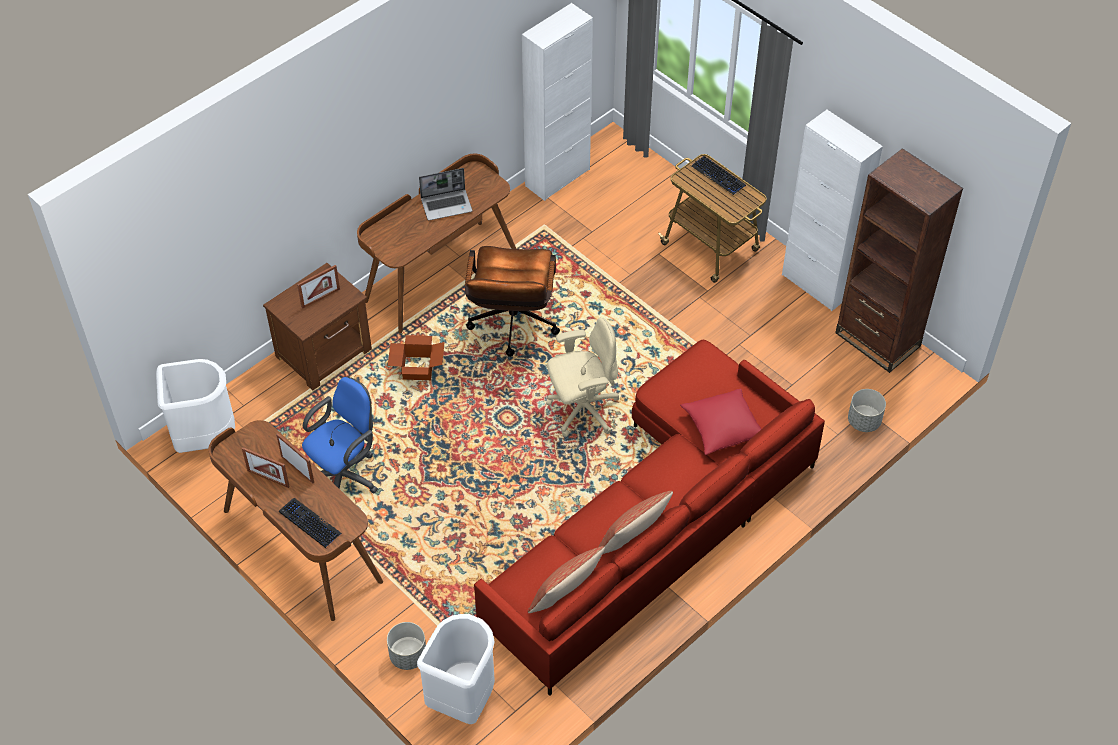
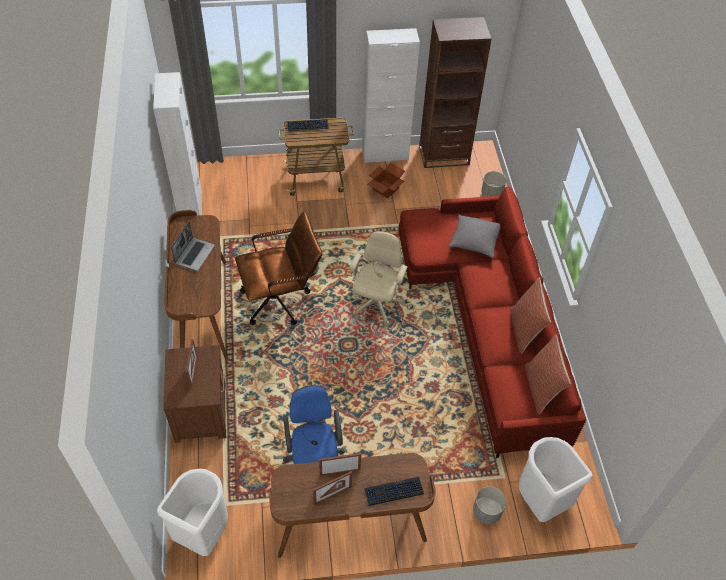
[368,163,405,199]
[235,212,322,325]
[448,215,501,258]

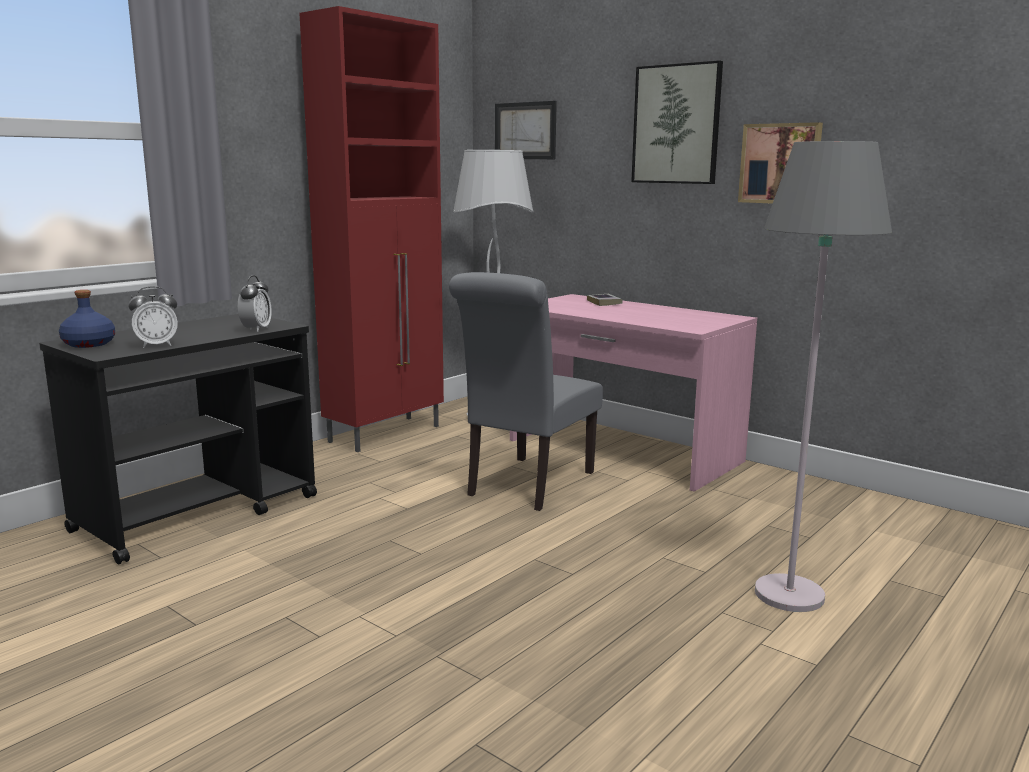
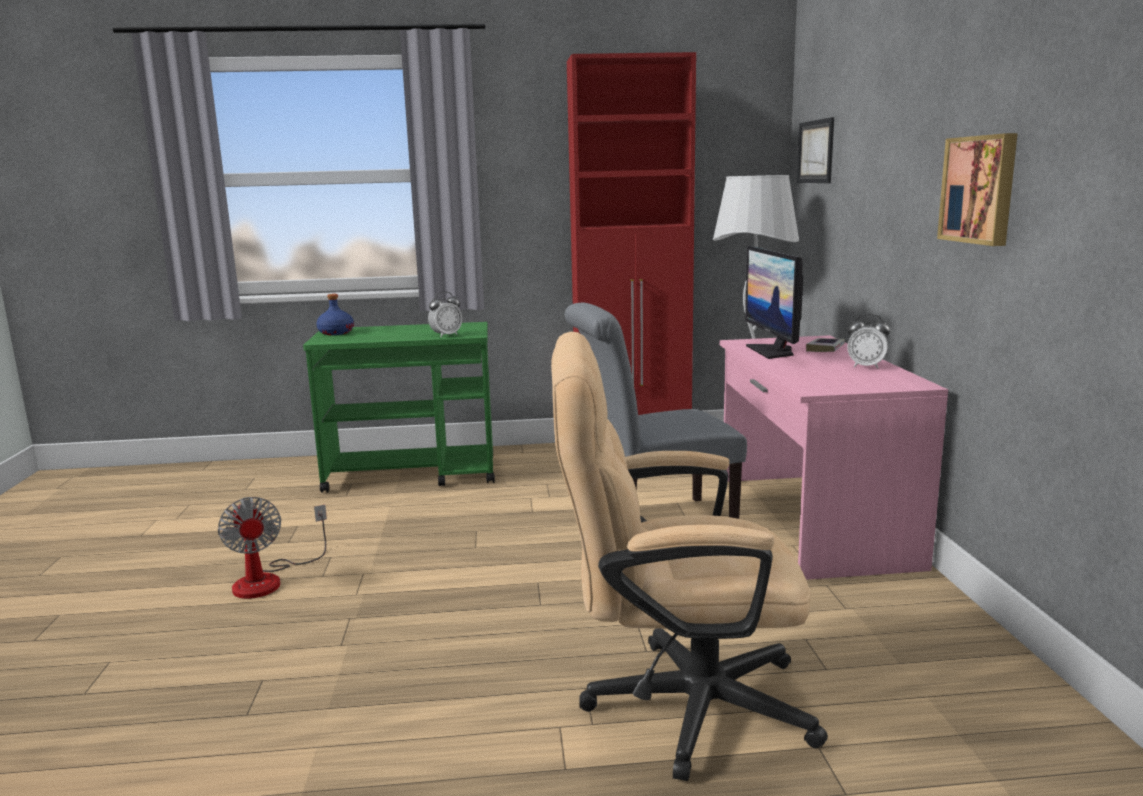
[303,322,495,493]
[847,314,890,369]
[631,60,723,184] (first image)
[551,332,828,781]
[218,497,327,599]
[745,246,803,359]

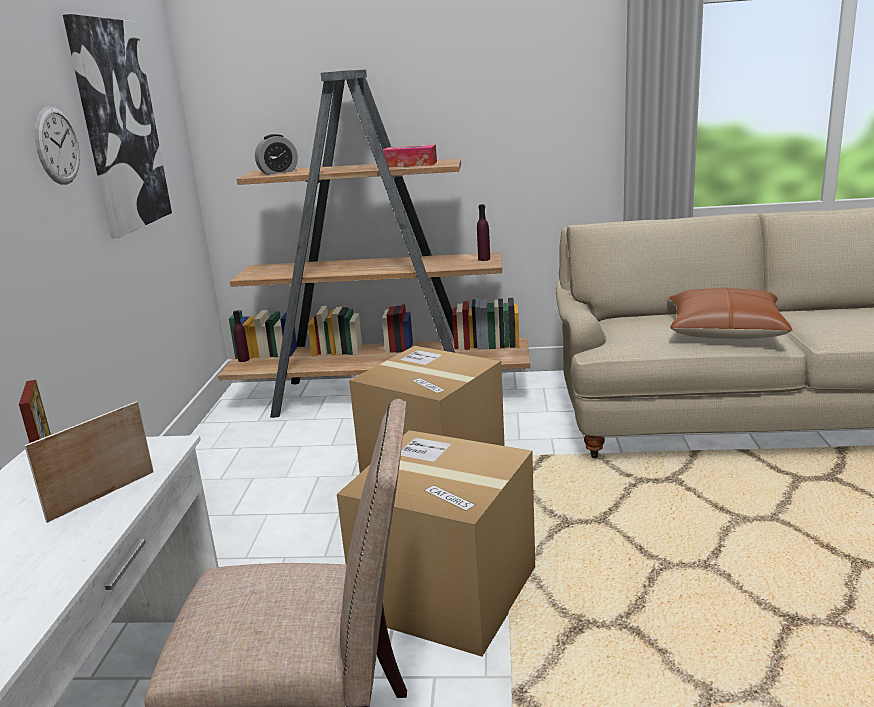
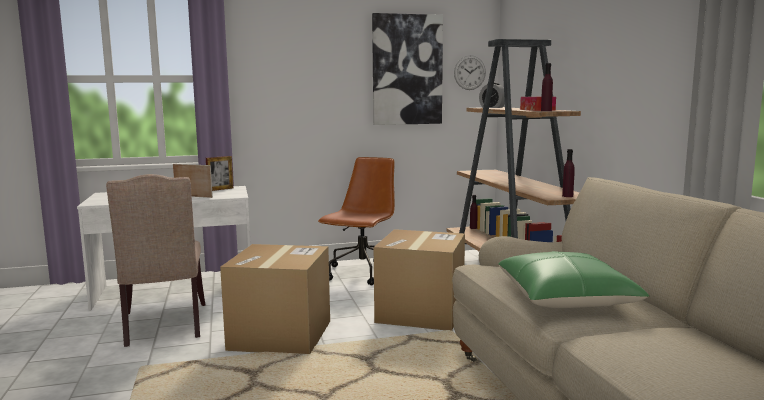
[454,55,486,90]
[498,251,650,308]
[318,157,395,285]
[541,63,553,111]

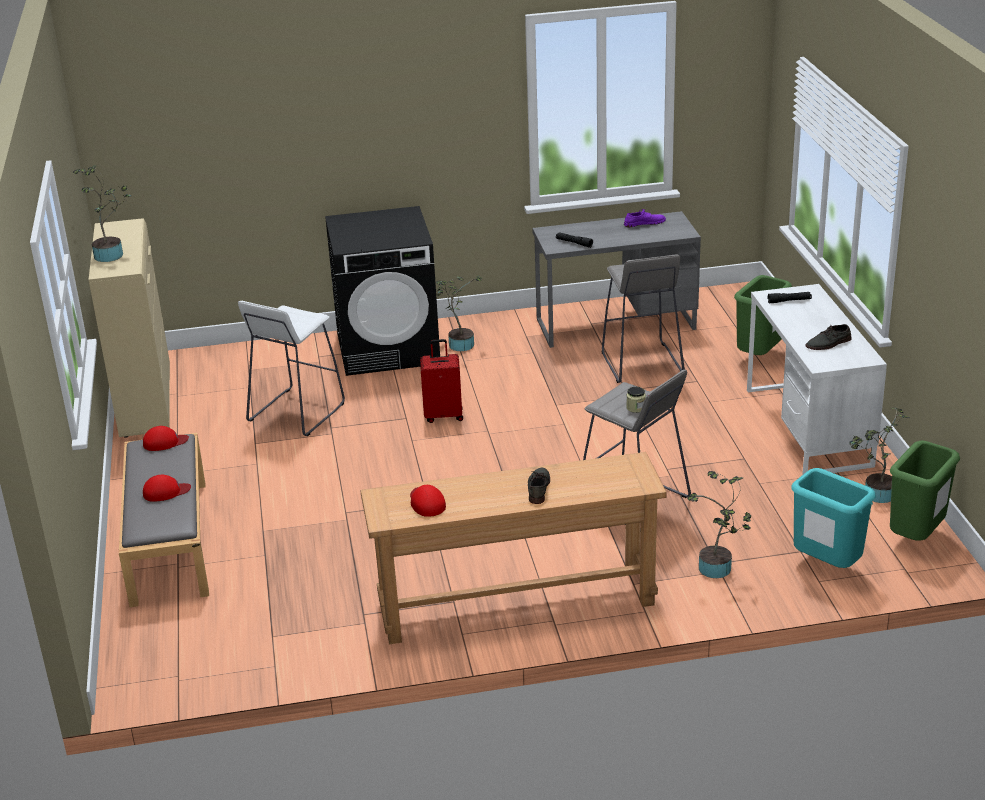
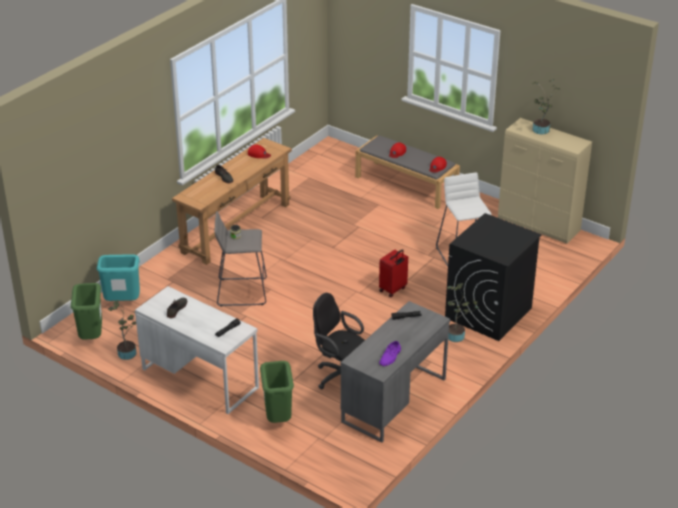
[313,293,365,390]
[687,471,751,578] (first image)

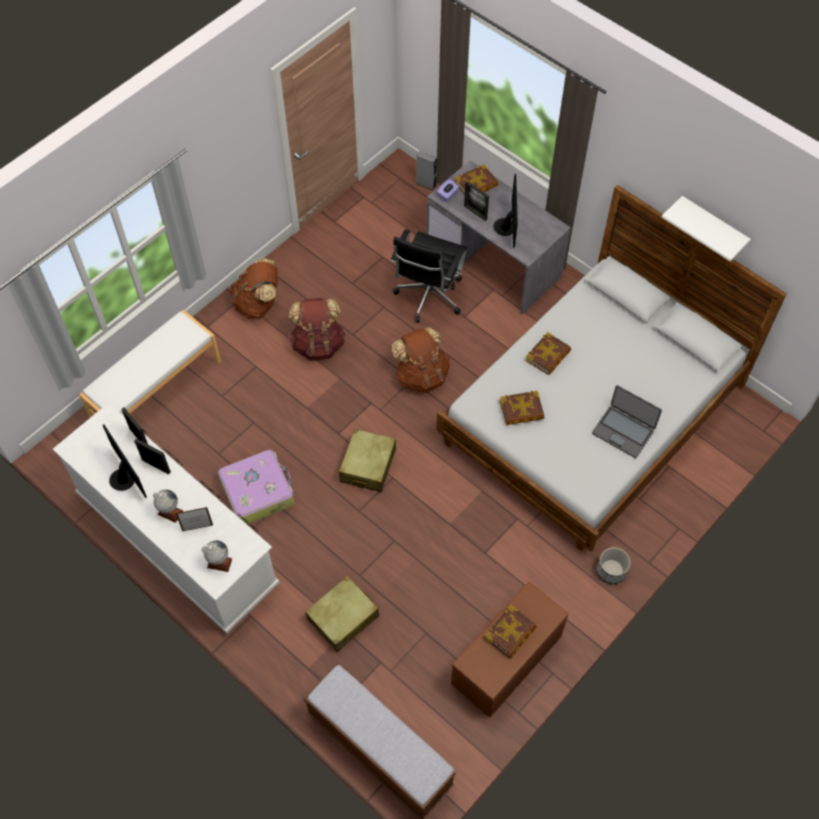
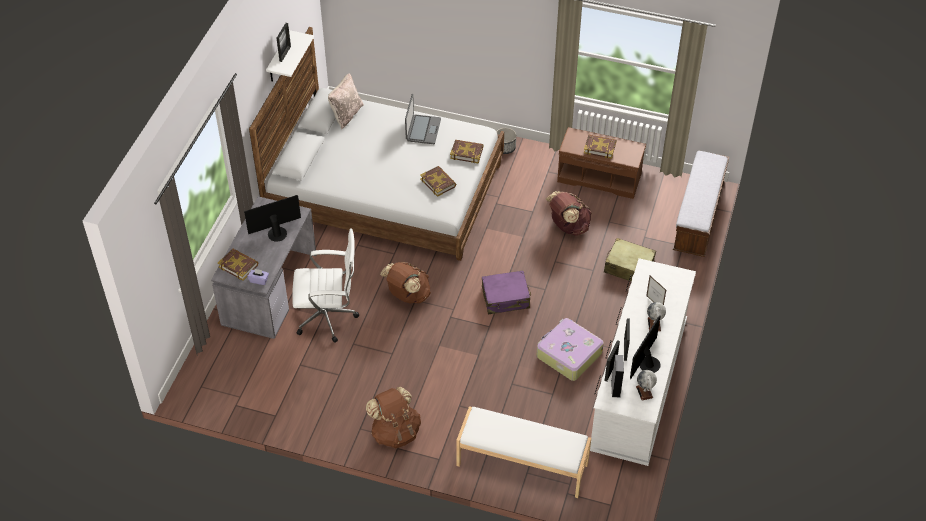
[636,370,657,400]
[546,191,592,236]
[482,270,531,314]
[292,228,359,343]
[611,355,624,397]
[276,23,291,62]
[450,140,484,164]
[328,74,364,129]

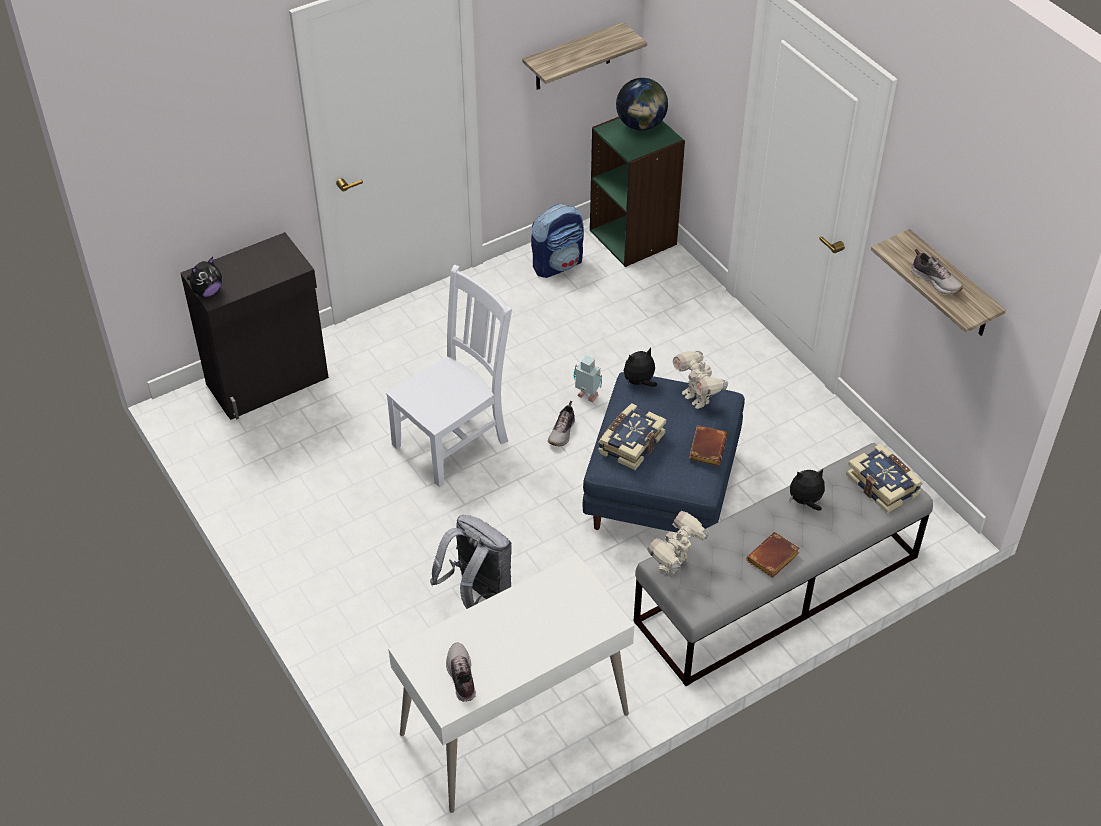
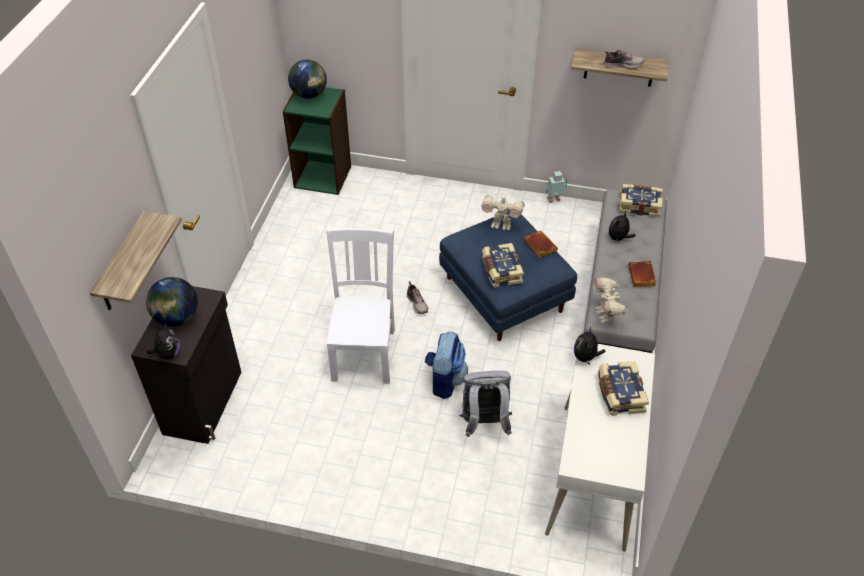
[446,643,476,702] (first image)
[90,211,182,310]
[425,331,468,399]
[546,171,567,203]
[574,327,605,365]
[146,277,198,327]
[598,361,649,416]

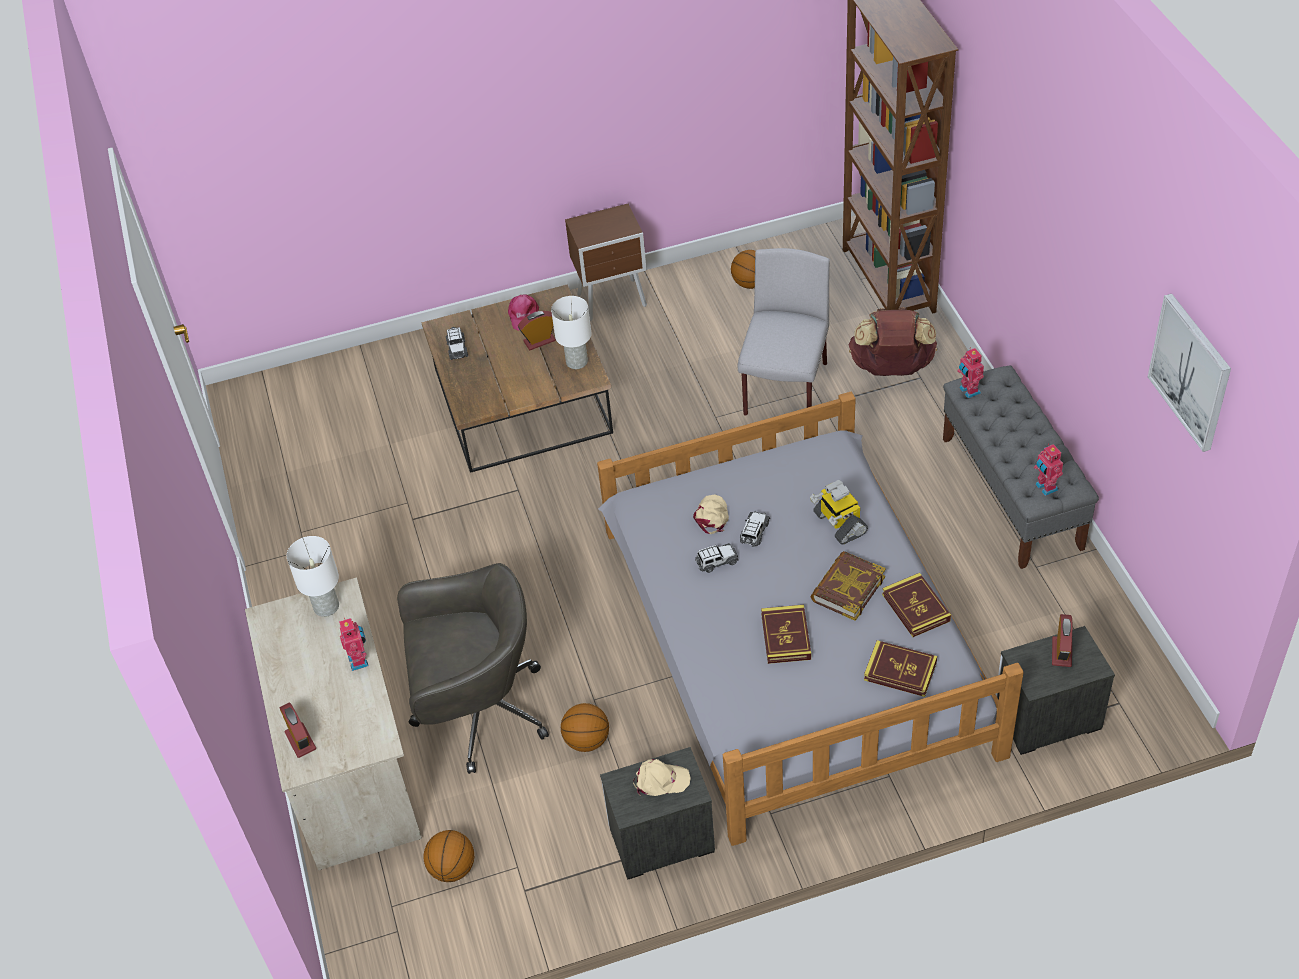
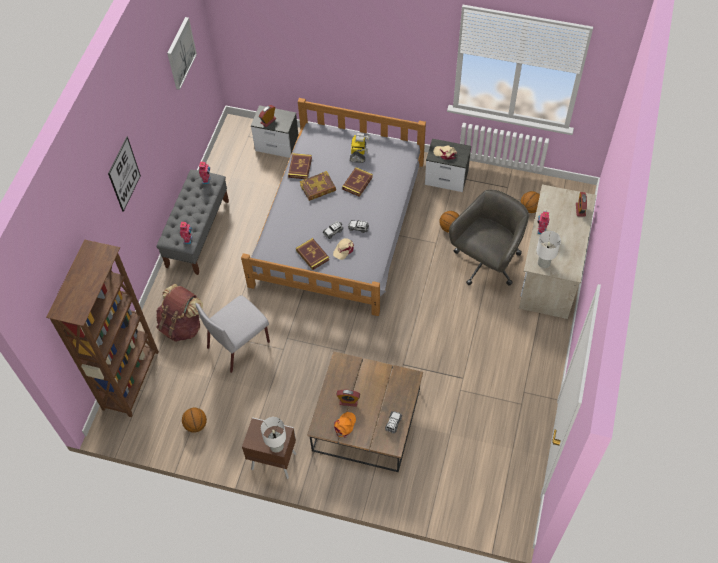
[449,190,529,286]
[334,412,356,437]
[261,417,286,452]
[350,133,369,163]
[296,238,329,270]
[108,136,141,212]

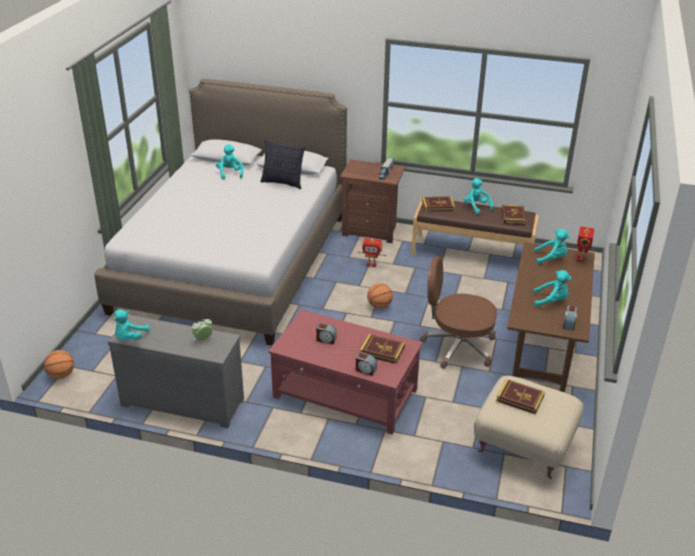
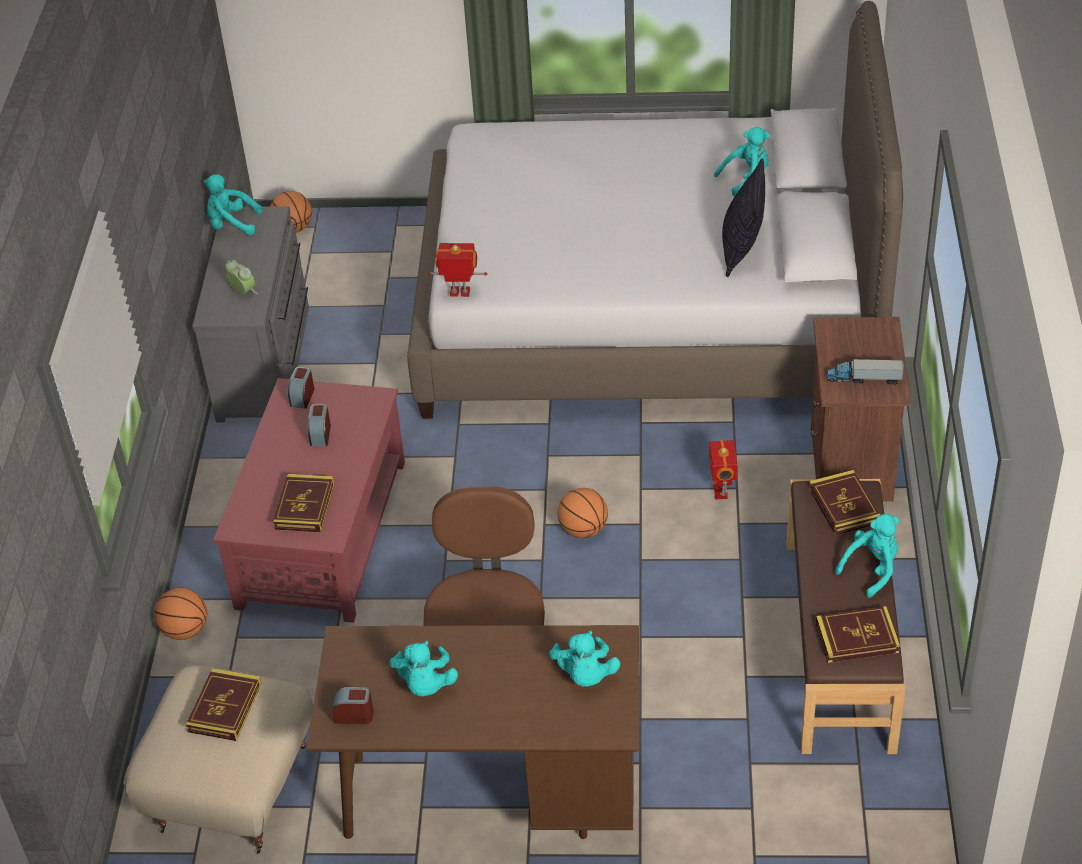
[288,367,314,409]
[428,243,487,297]
[154,587,207,640]

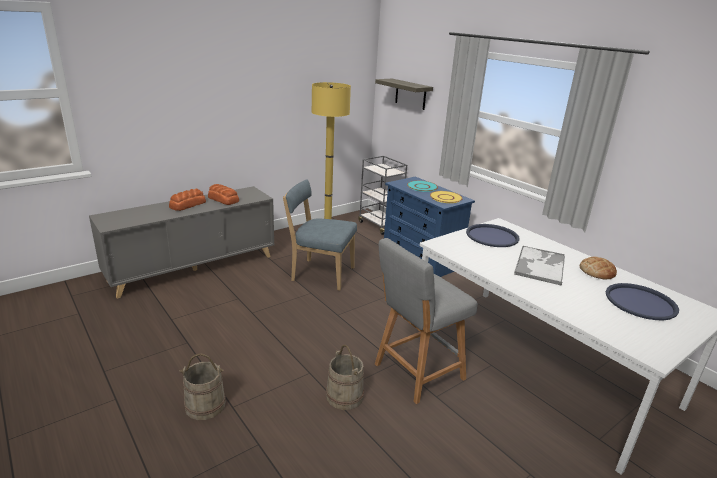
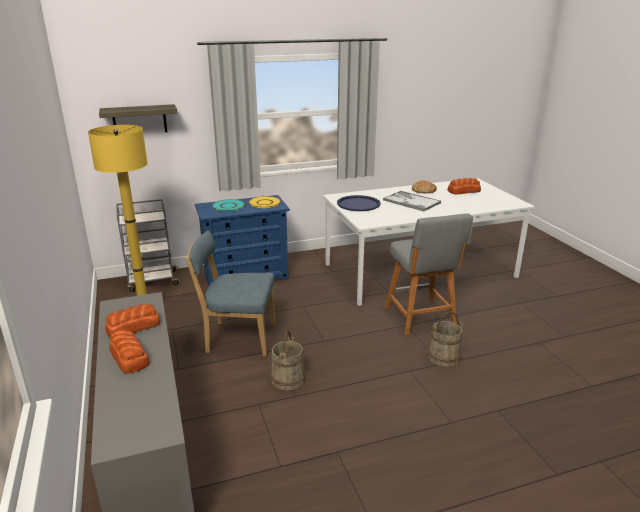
[271,331,305,390]
[186,231,275,356]
[447,178,481,194]

